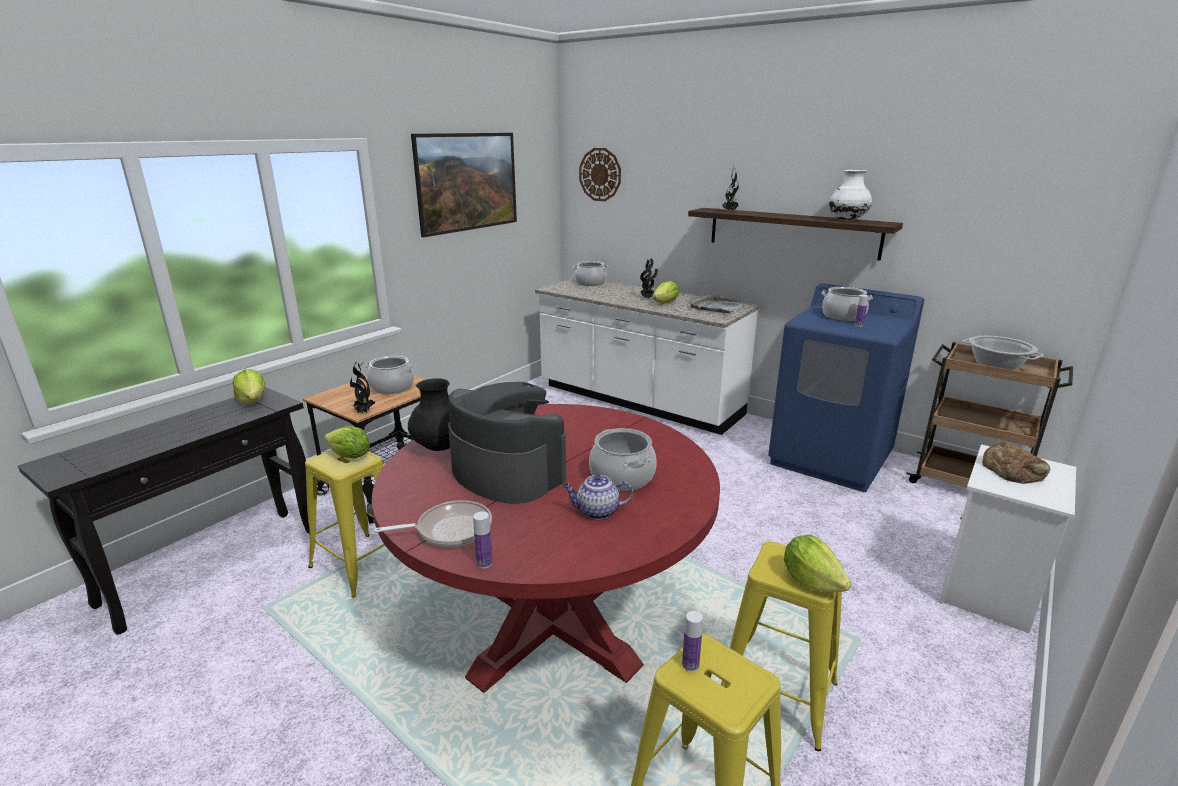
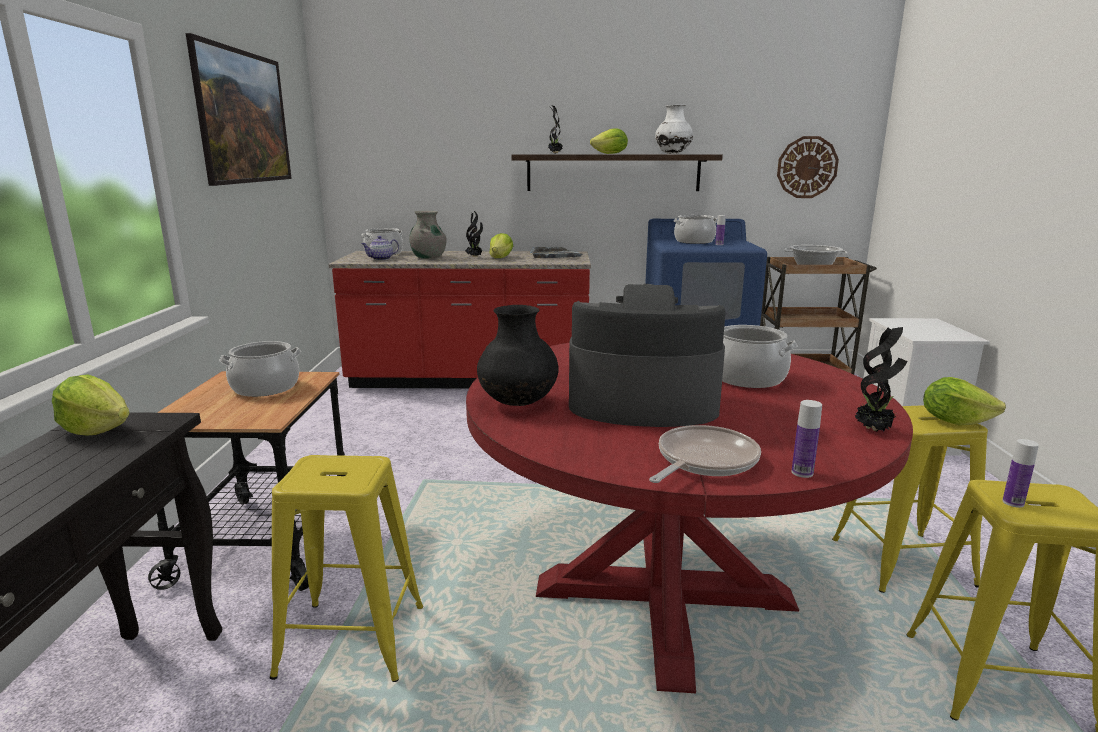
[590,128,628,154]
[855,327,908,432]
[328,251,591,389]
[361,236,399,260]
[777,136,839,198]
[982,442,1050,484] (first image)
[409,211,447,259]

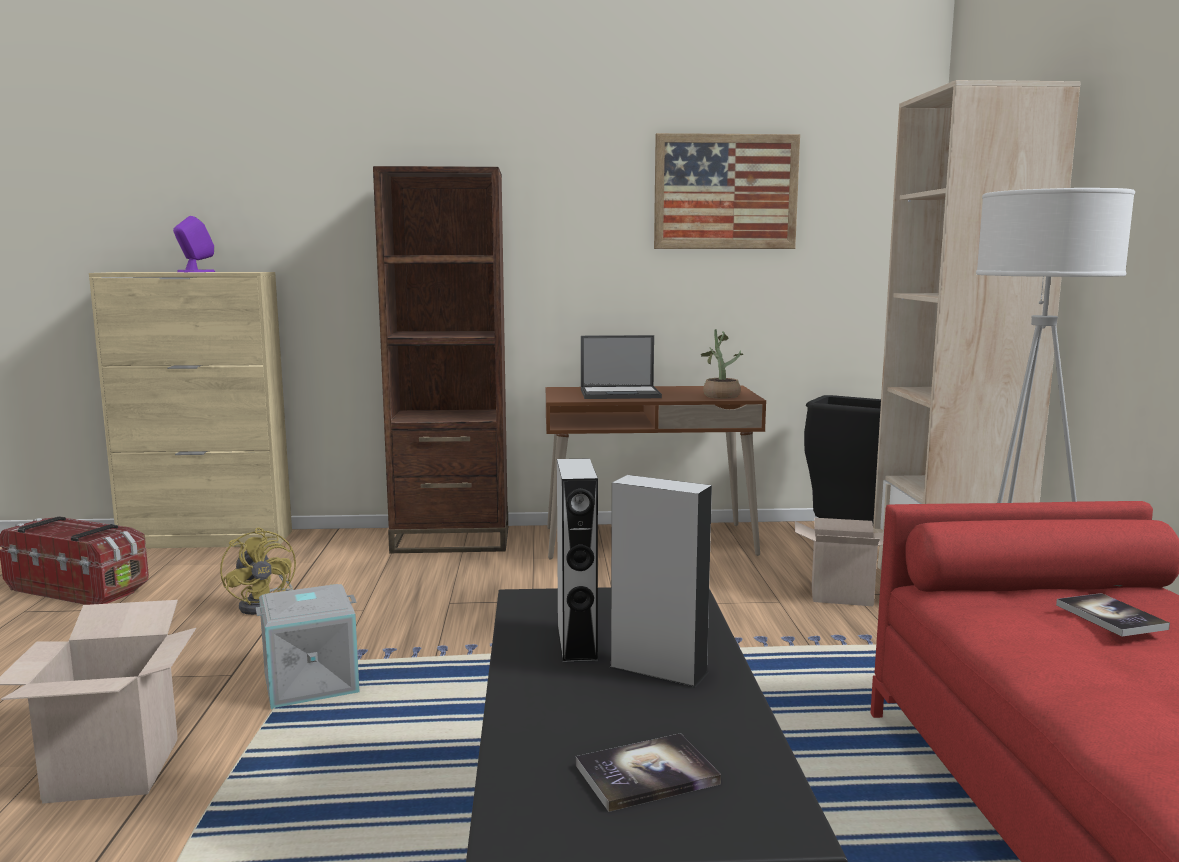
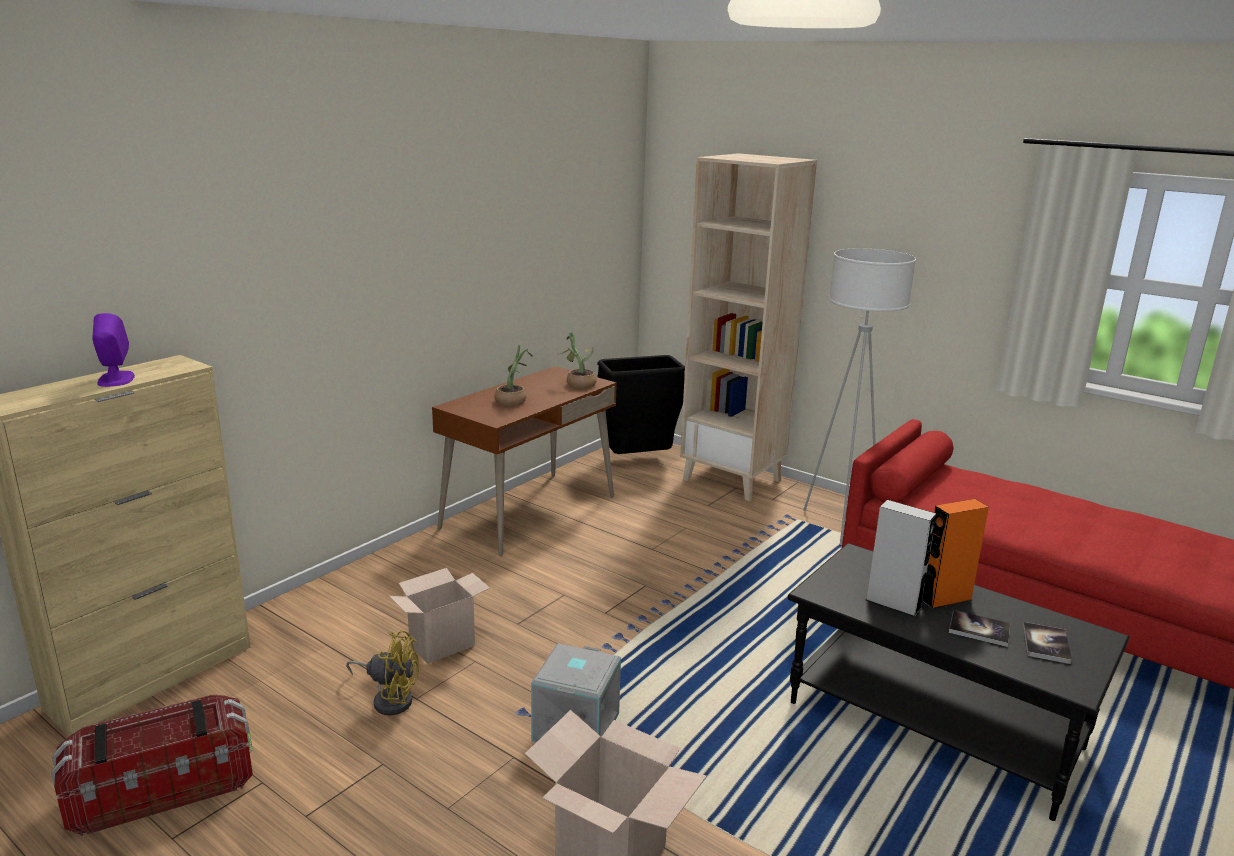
[373,166,508,553] (first image)
[495,345,533,406]
[922,499,989,609]
[654,133,800,249] (first image)
[389,568,490,664]
[949,610,1010,647]

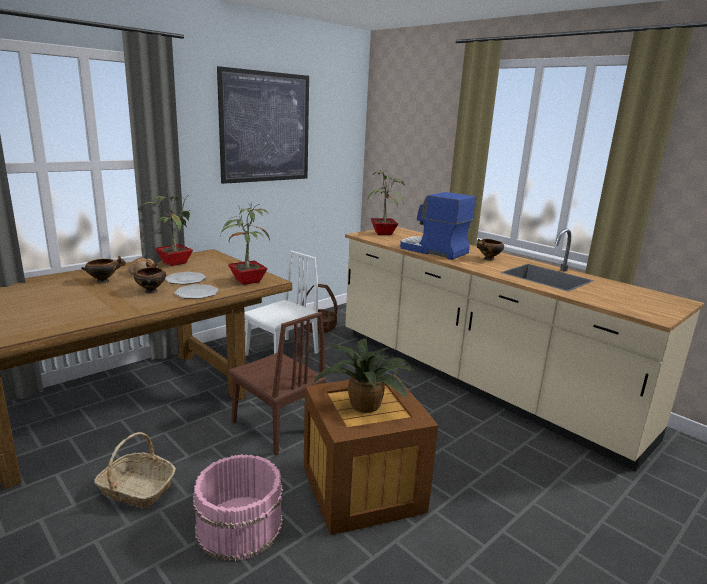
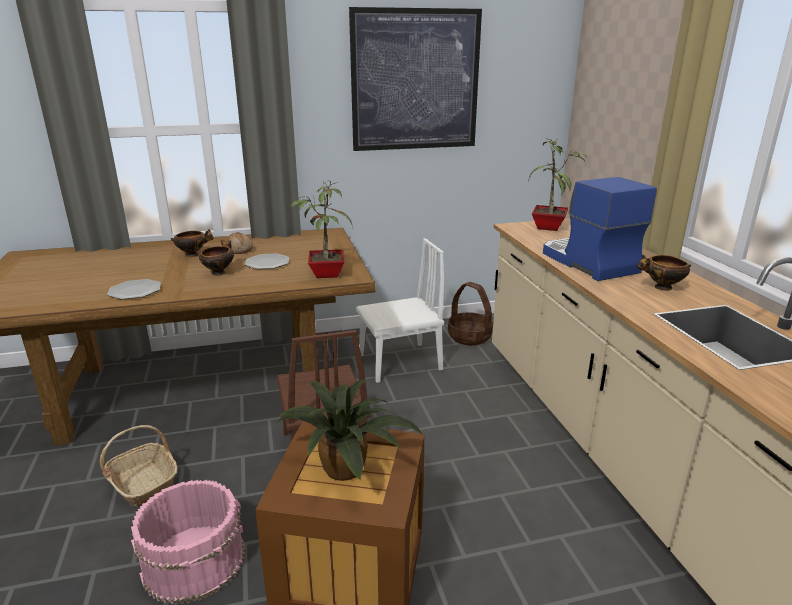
[143,191,193,266] (first image)
[107,279,161,300]

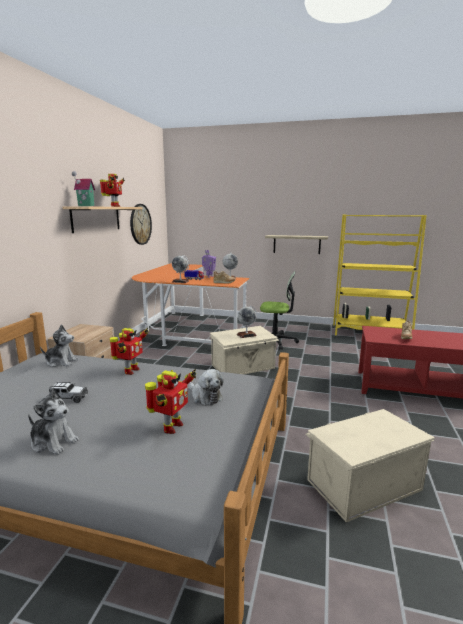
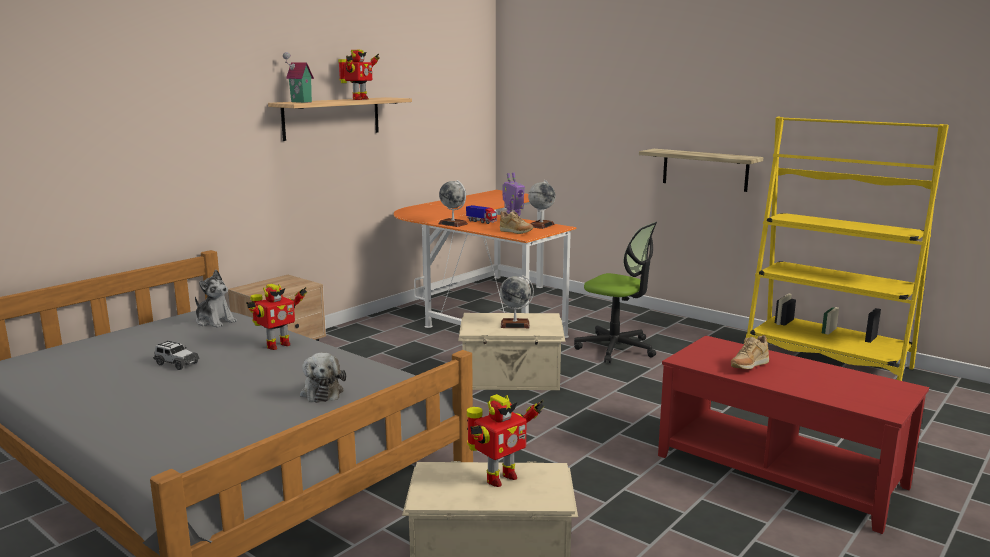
[28,388,79,455] (first image)
[130,204,152,245] (first image)
[467,394,544,487]

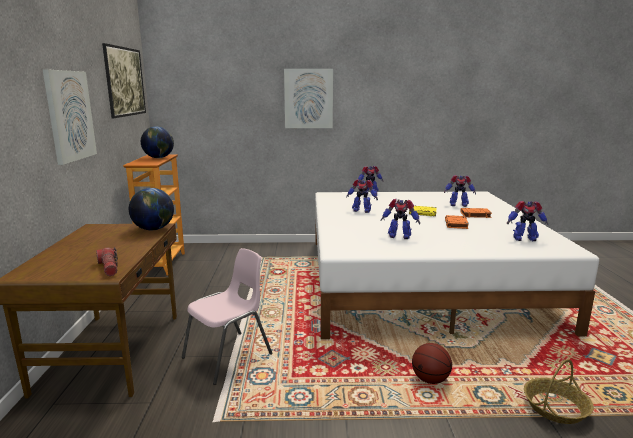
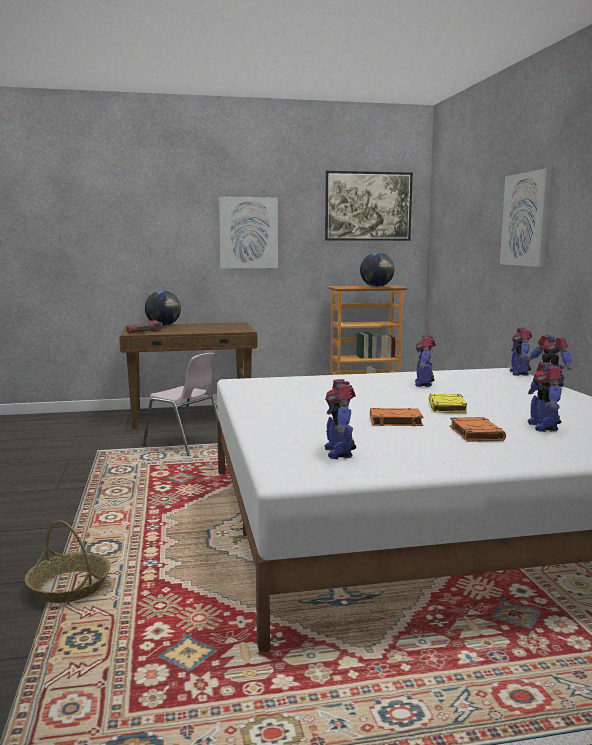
[145,291,181,326]
[509,328,532,376]
[412,343,452,384] (first image)

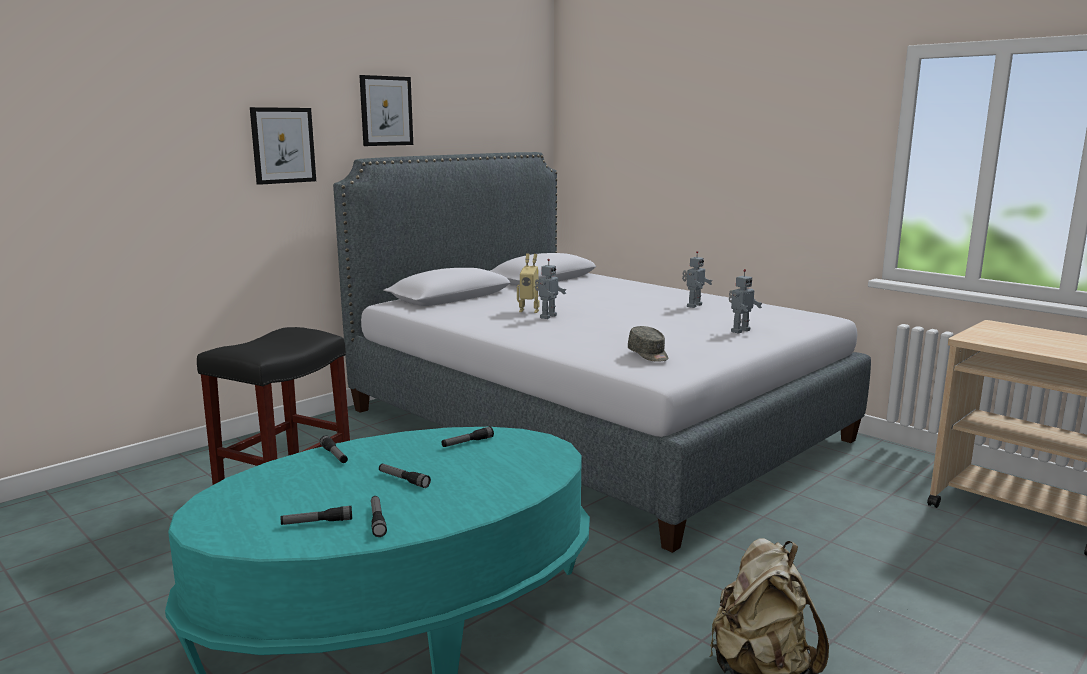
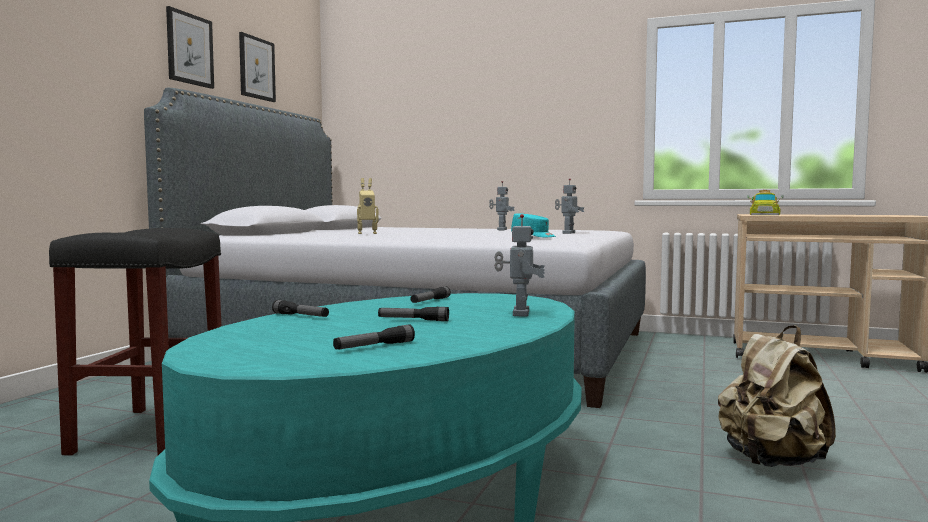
[239,32,276,102]
[371,496,387,537] (first image)
[494,214,545,317]
[511,213,556,237]
[747,190,784,215]

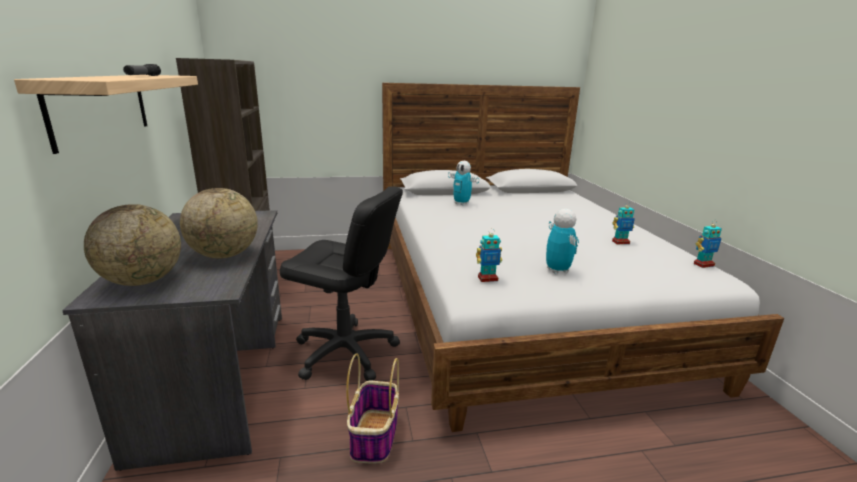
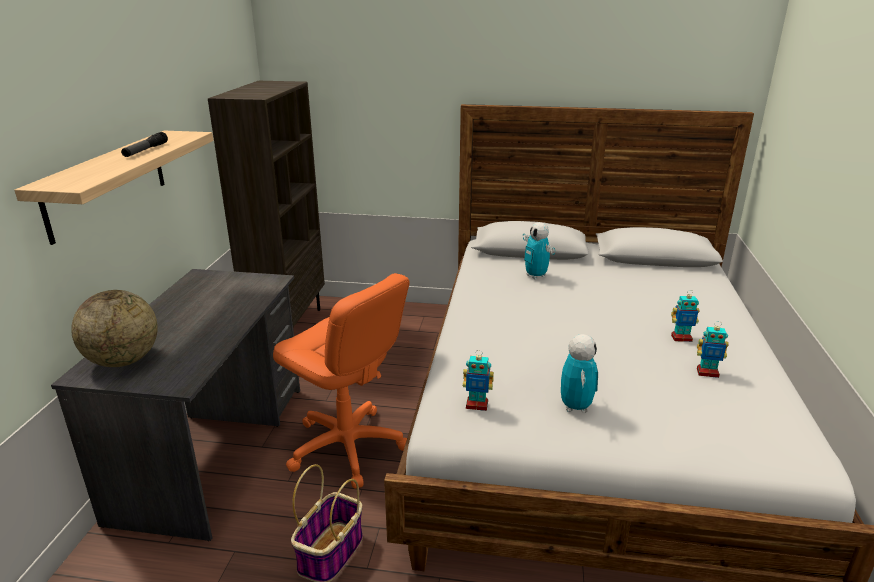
[180,188,258,259] (first image)
[273,273,410,489]
[671,290,699,342]

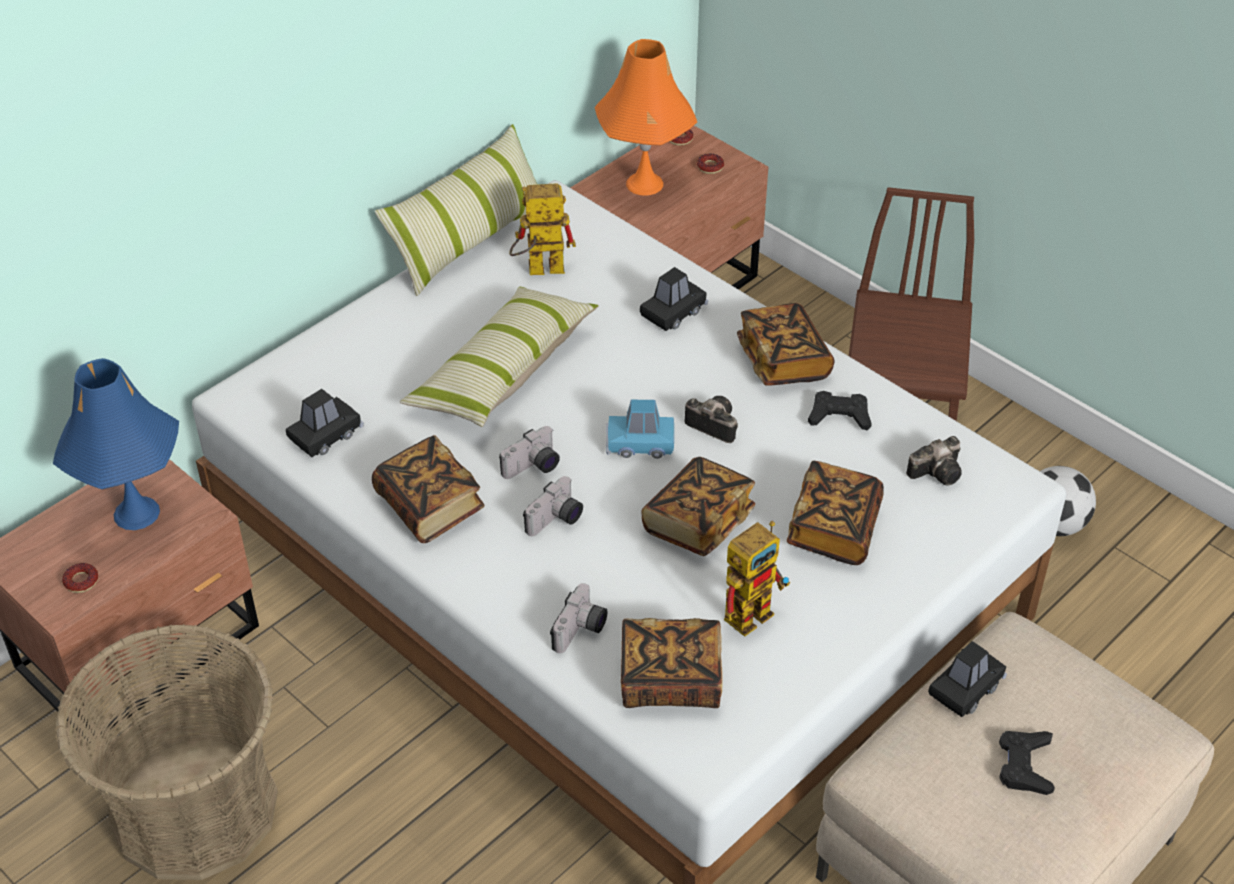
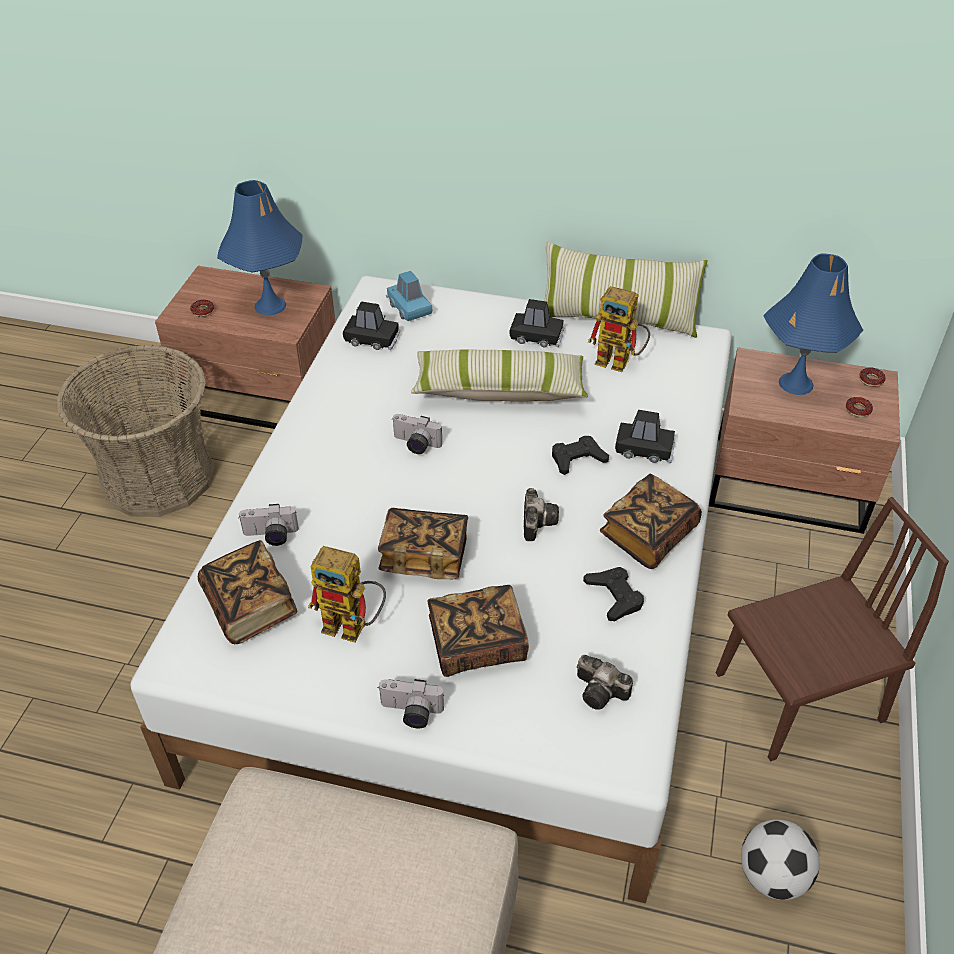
[372,435,484,543] (first image)
[588,286,650,372]
[379,679,444,728]
[763,254,863,395]
[386,271,432,321]
[510,299,565,347]
[552,436,609,475]

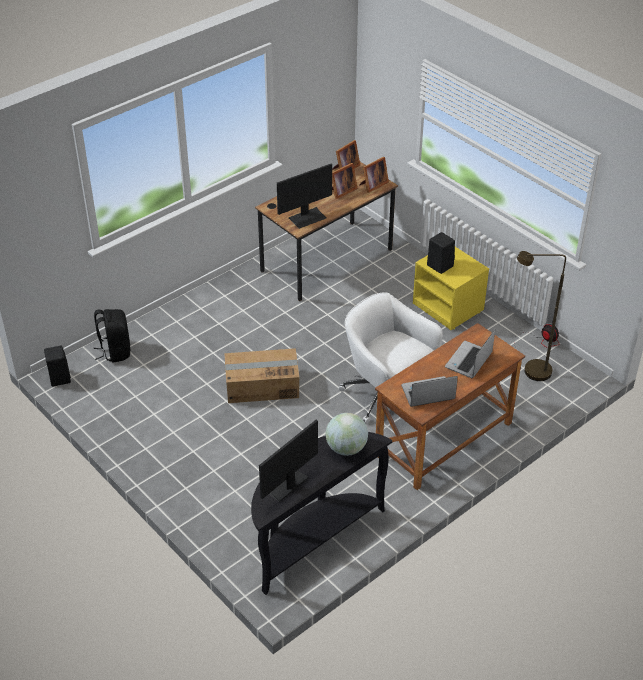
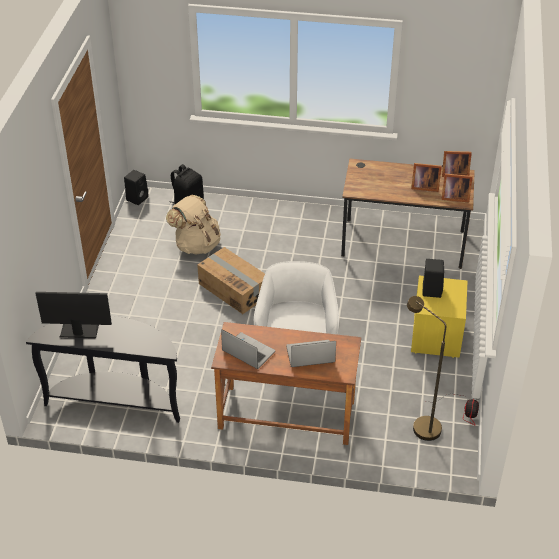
[277,164,332,229] (first image)
[325,413,368,456] (first image)
[166,195,221,255]

